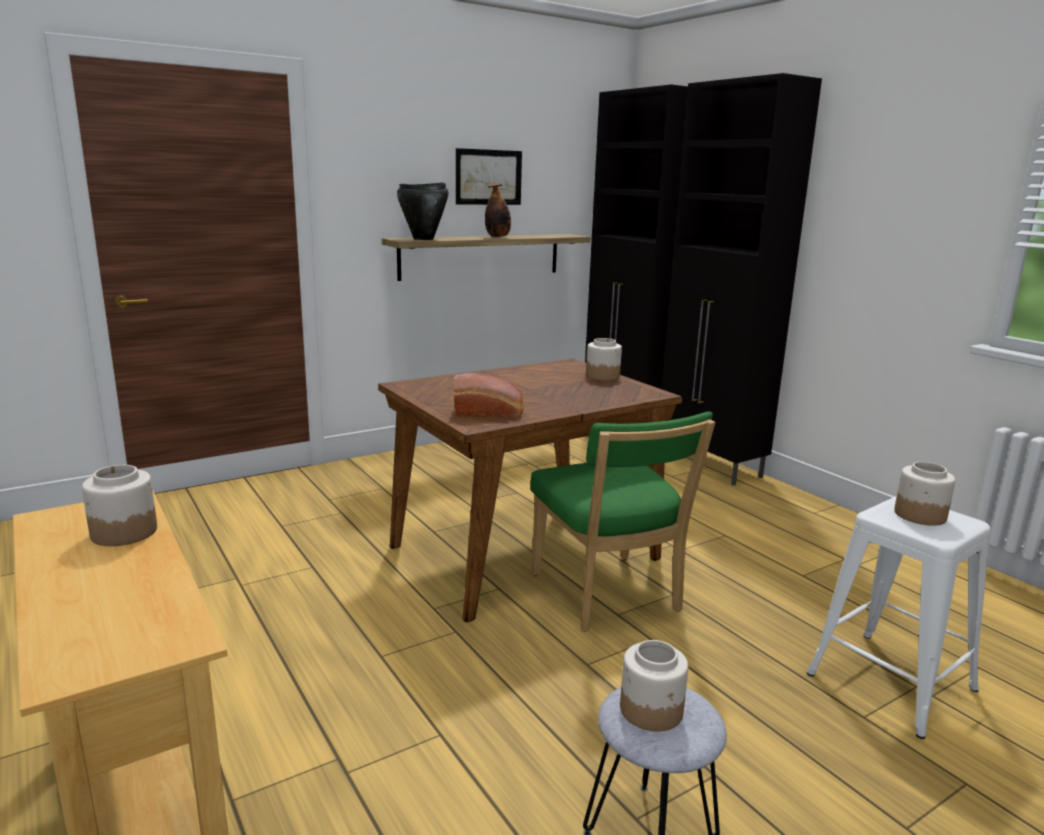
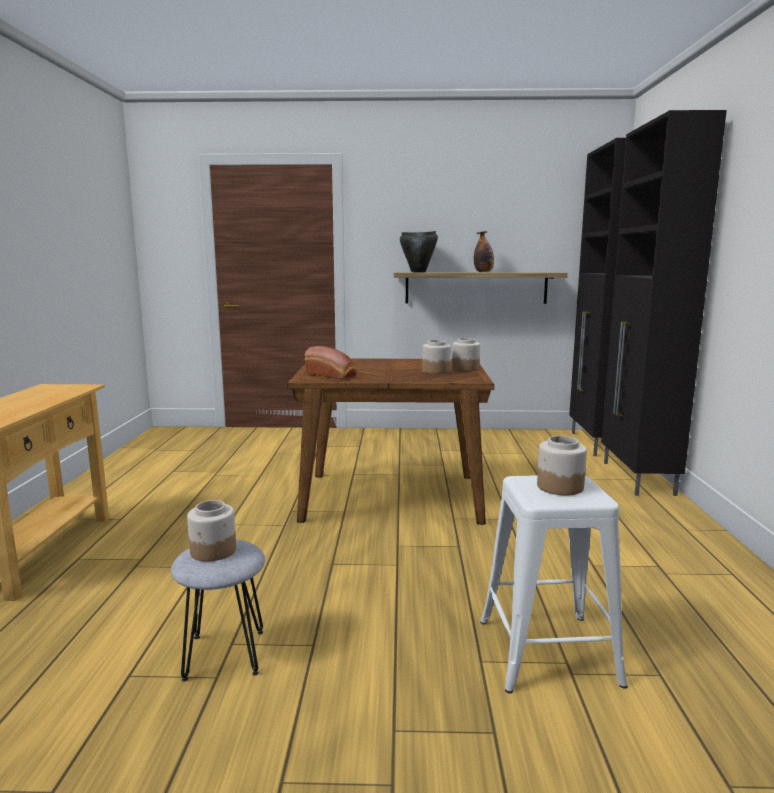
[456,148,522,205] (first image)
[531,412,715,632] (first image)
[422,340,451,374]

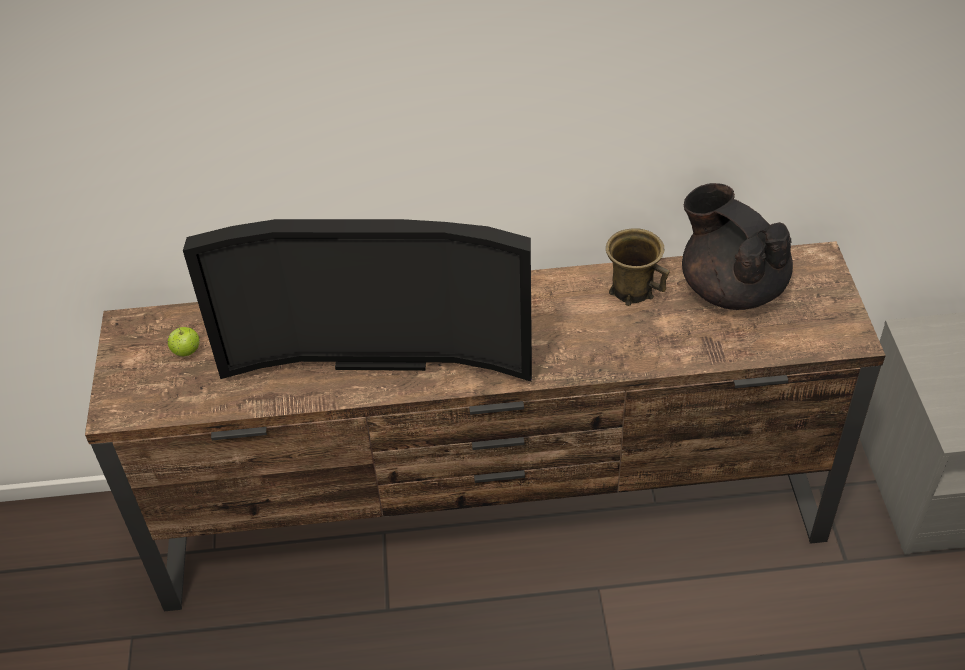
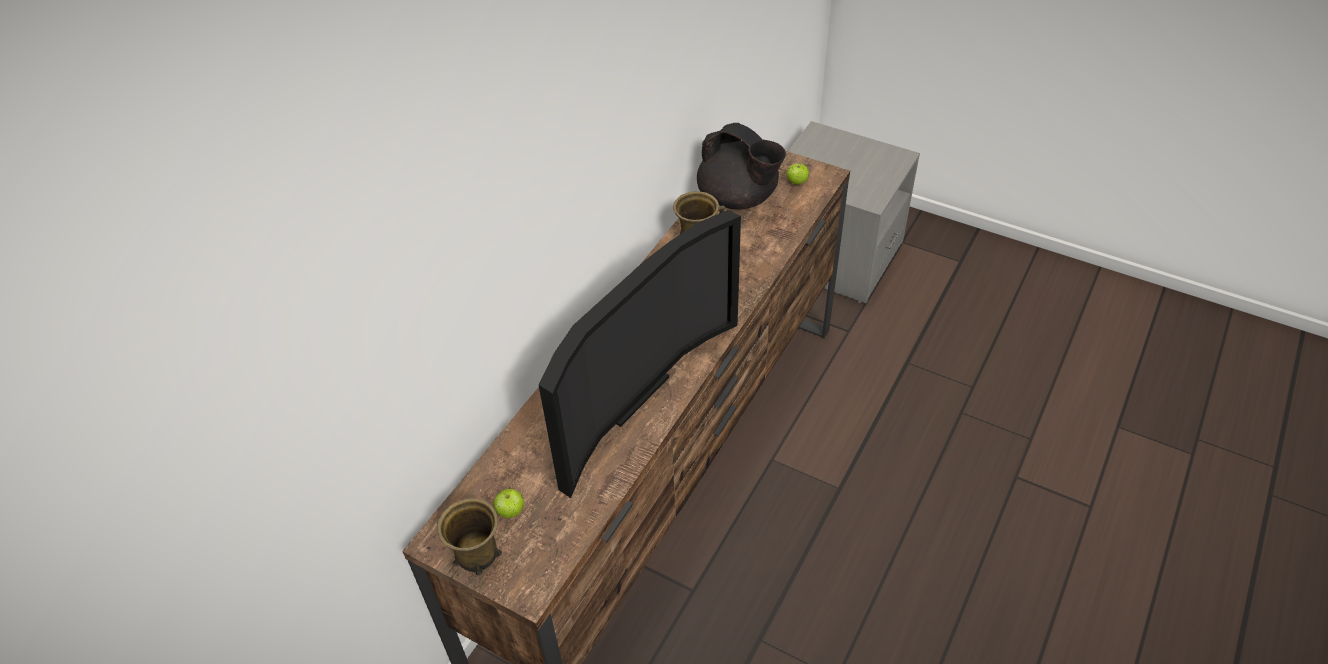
[697,123,786,210]
[786,163,809,185]
[437,498,502,575]

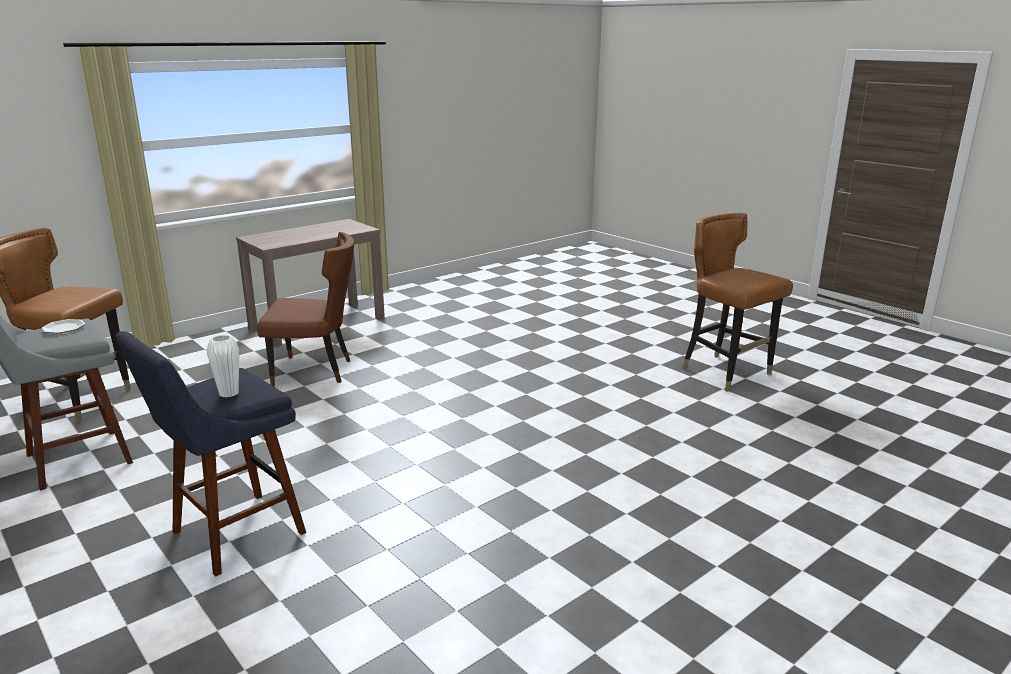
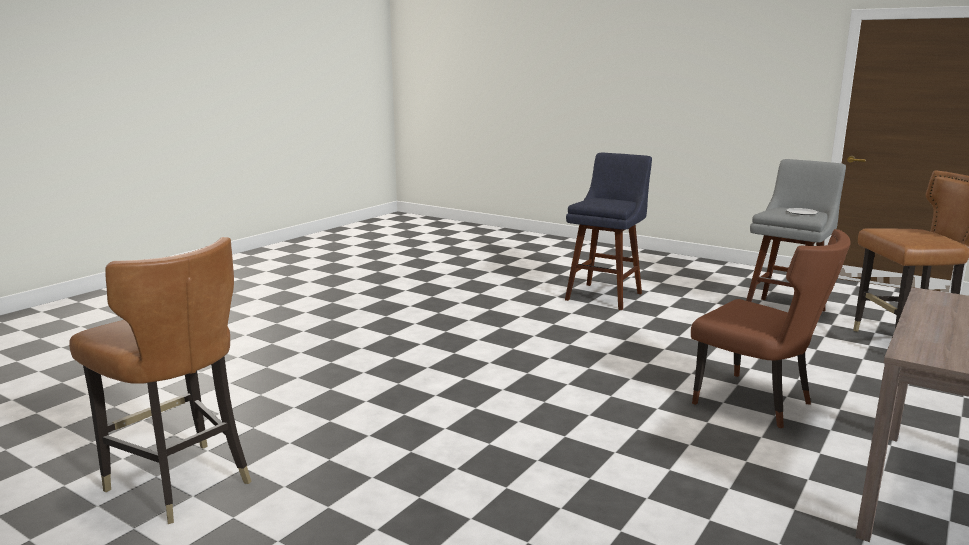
[691,229,850,428]
[207,335,239,398] (first image)

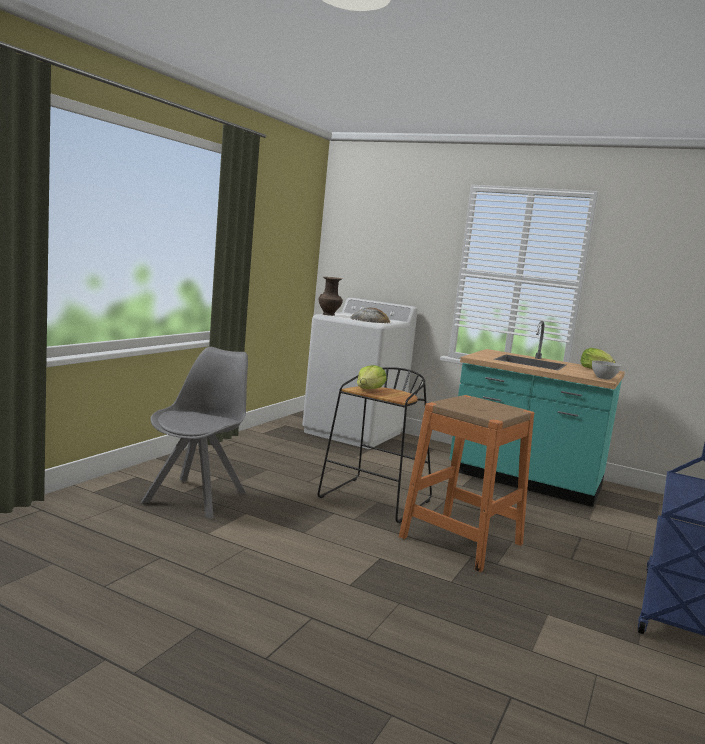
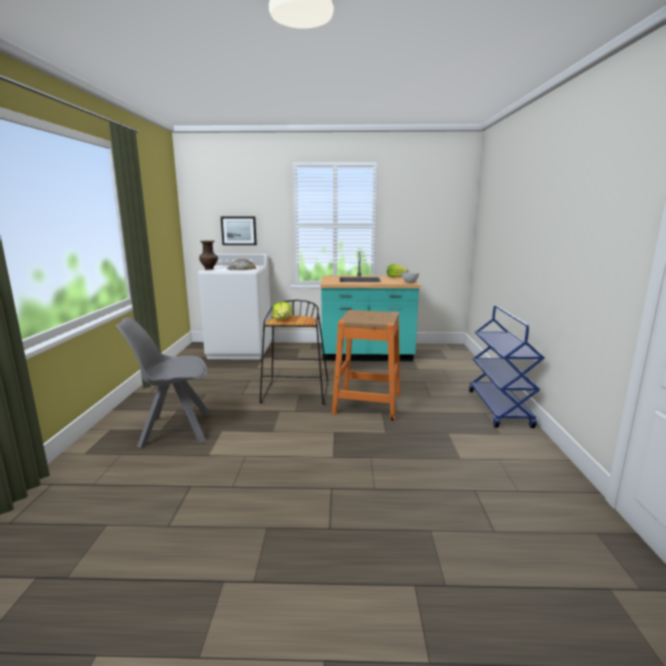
[115,317,212,448]
[221,216,257,245]

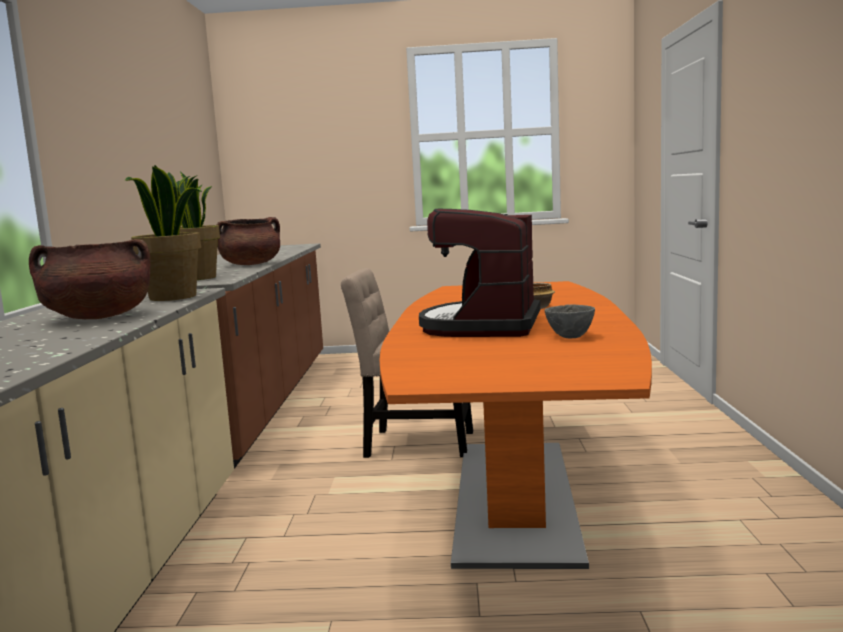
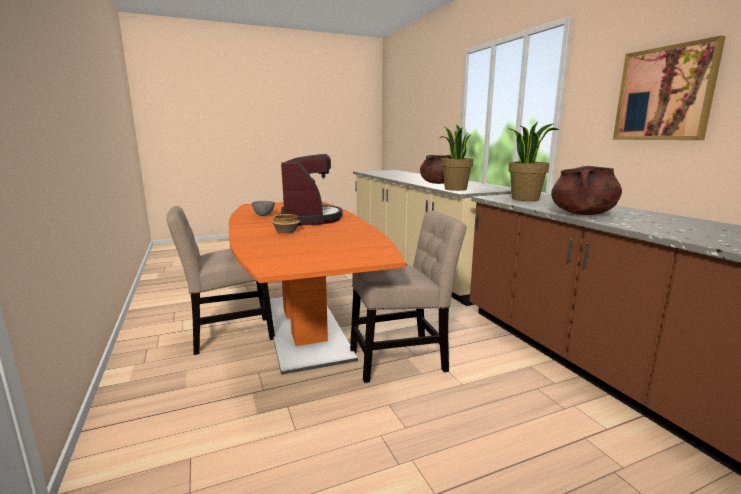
[613,36,726,140]
[167,206,275,355]

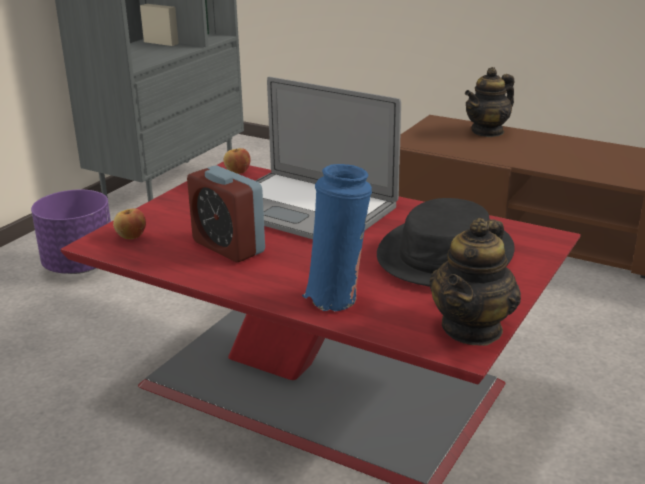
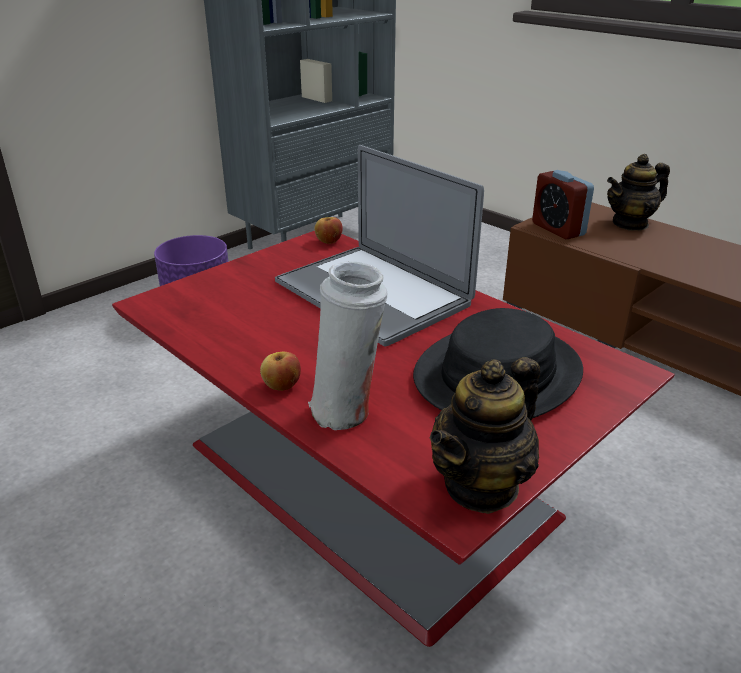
[308,261,387,430]
[532,170,594,239]
[260,352,301,391]

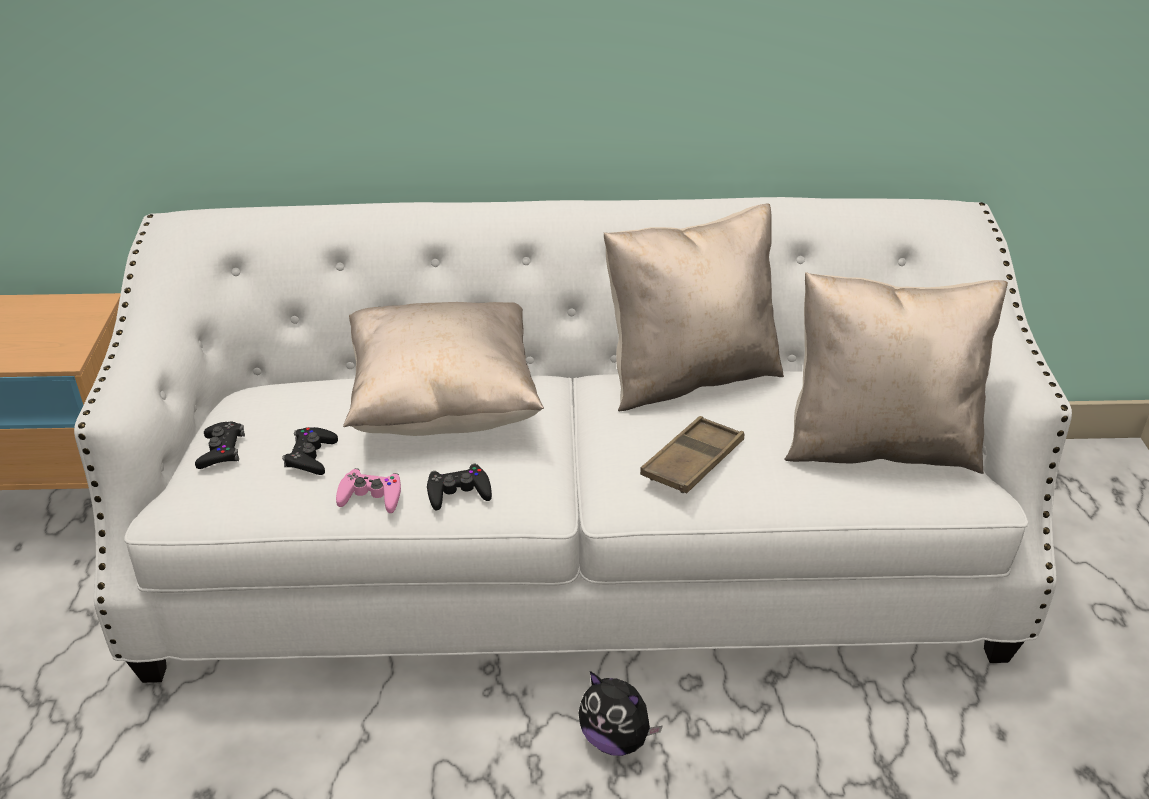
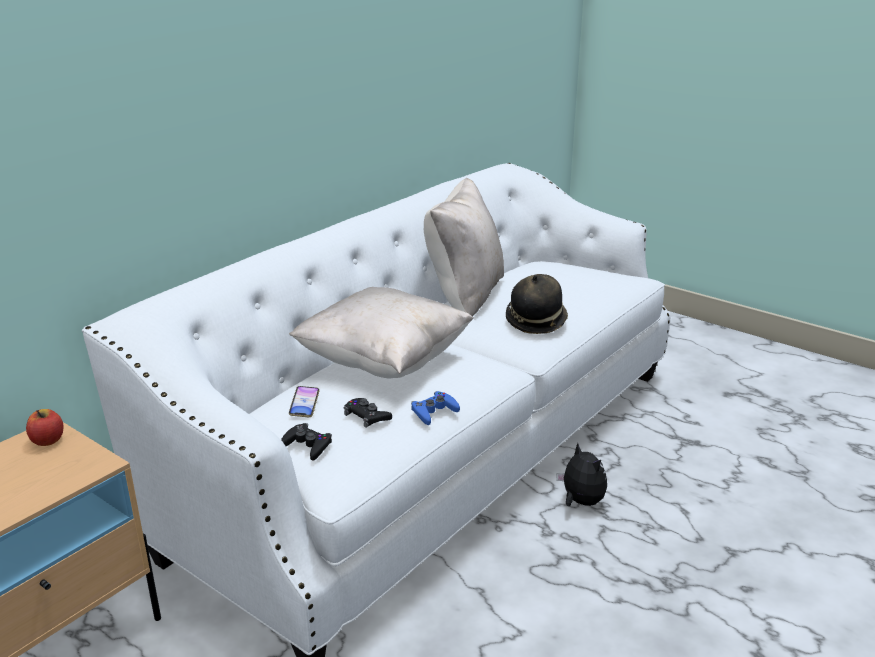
[784,272,1008,474] (first image)
[506,274,568,334]
[427,464,492,510] (first image)
[411,391,460,425]
[556,443,607,506]
[289,386,320,417]
[26,409,63,446]

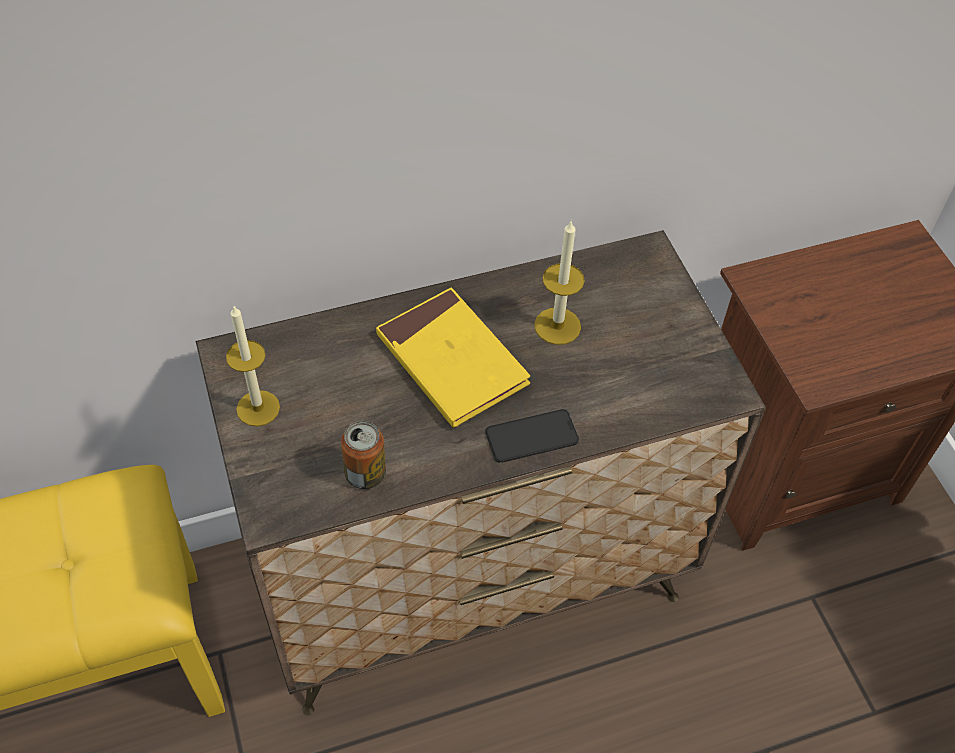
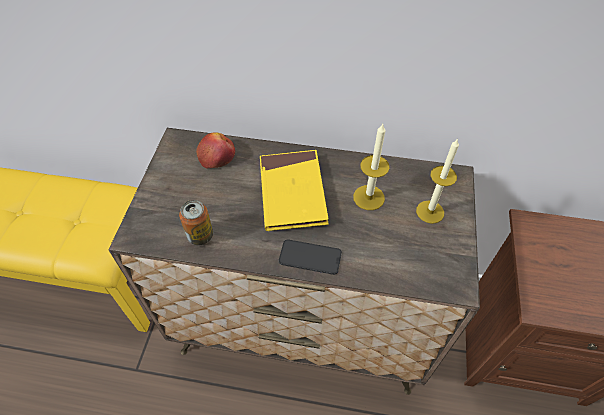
[416,138,459,224]
[196,132,235,168]

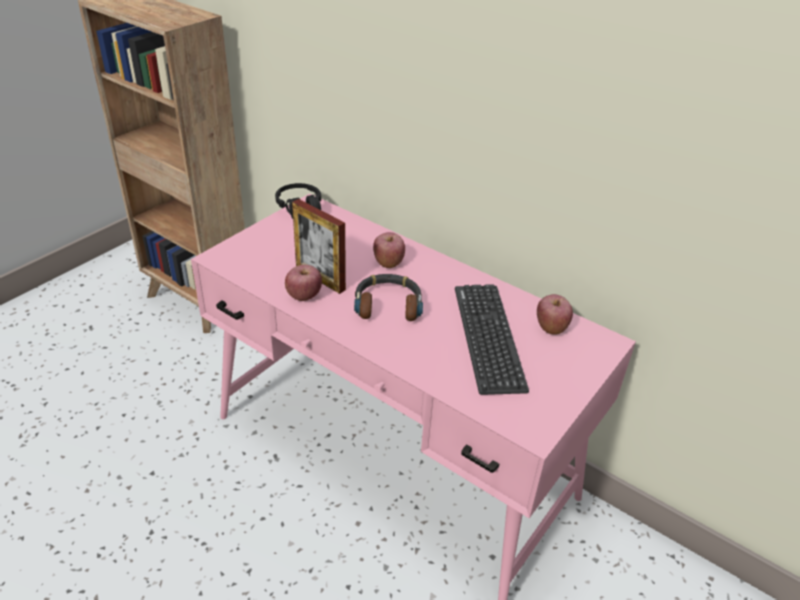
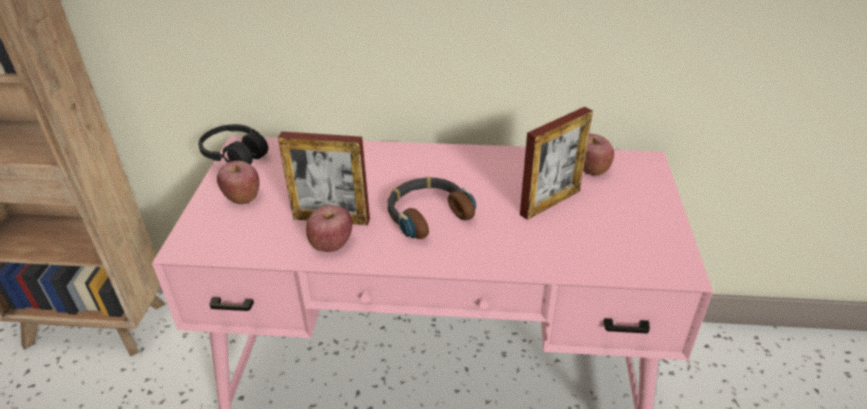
[217,161,260,204]
[520,107,593,220]

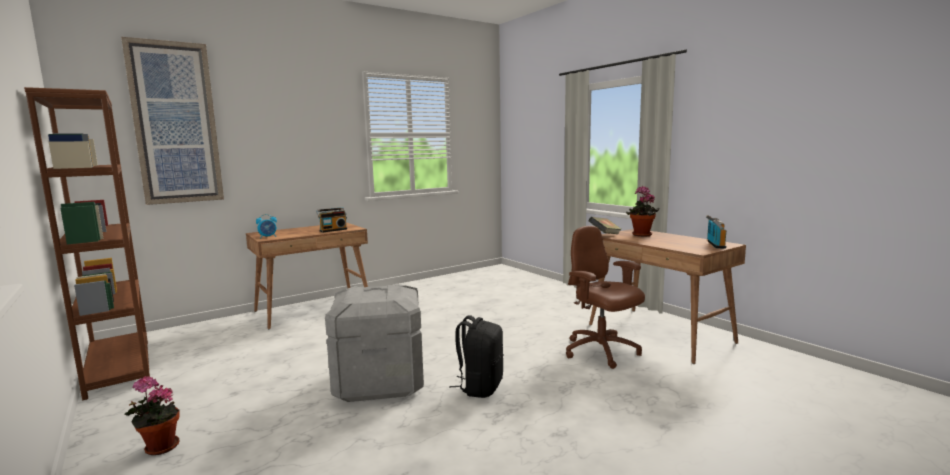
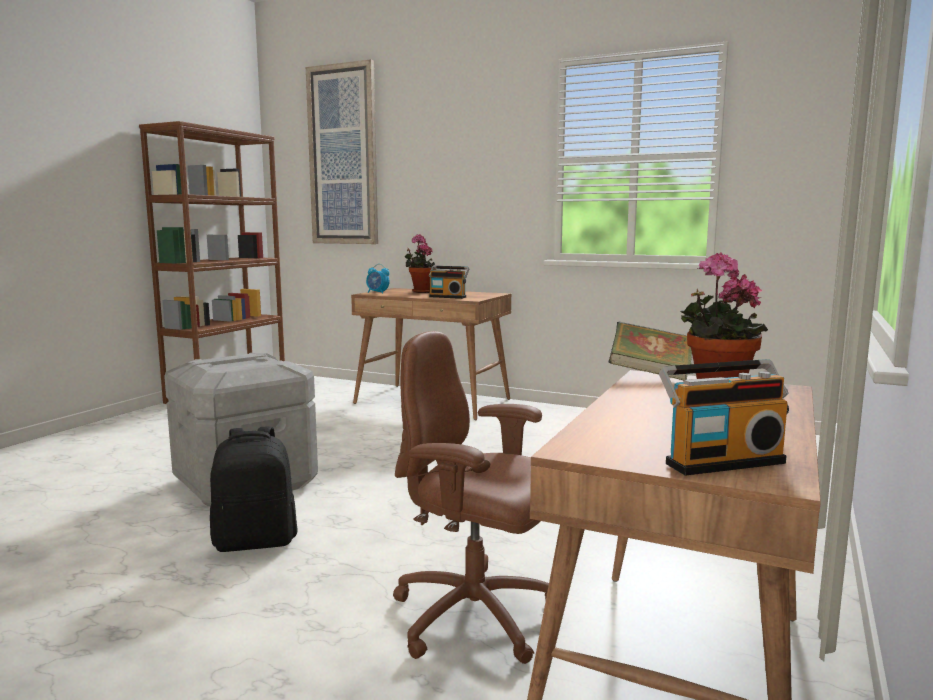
[393,331,549,664]
[405,234,435,293]

